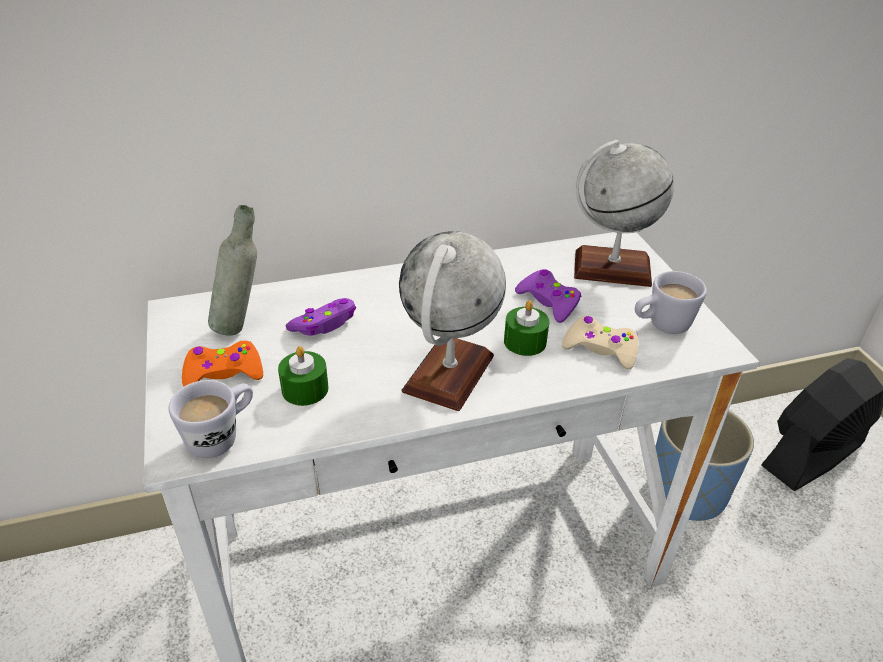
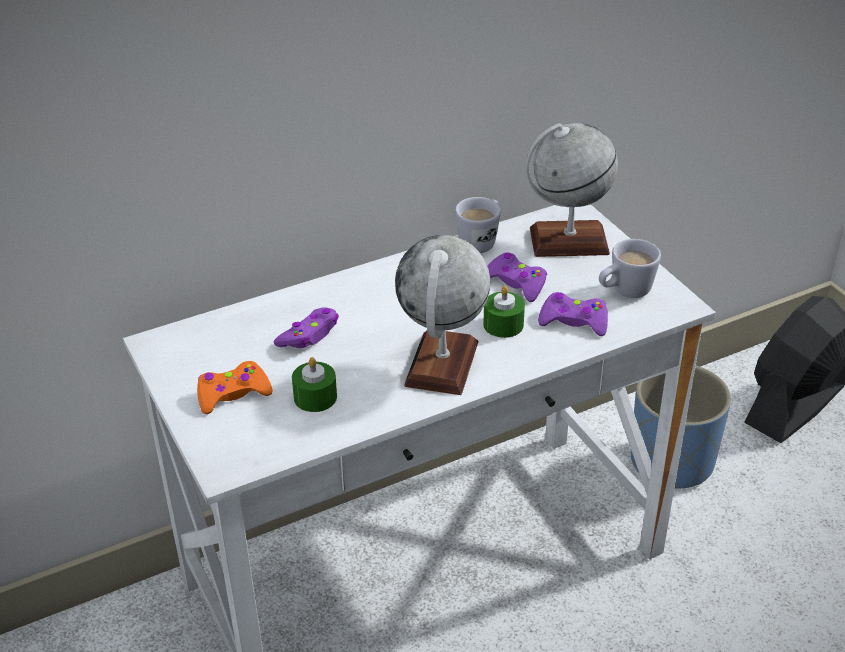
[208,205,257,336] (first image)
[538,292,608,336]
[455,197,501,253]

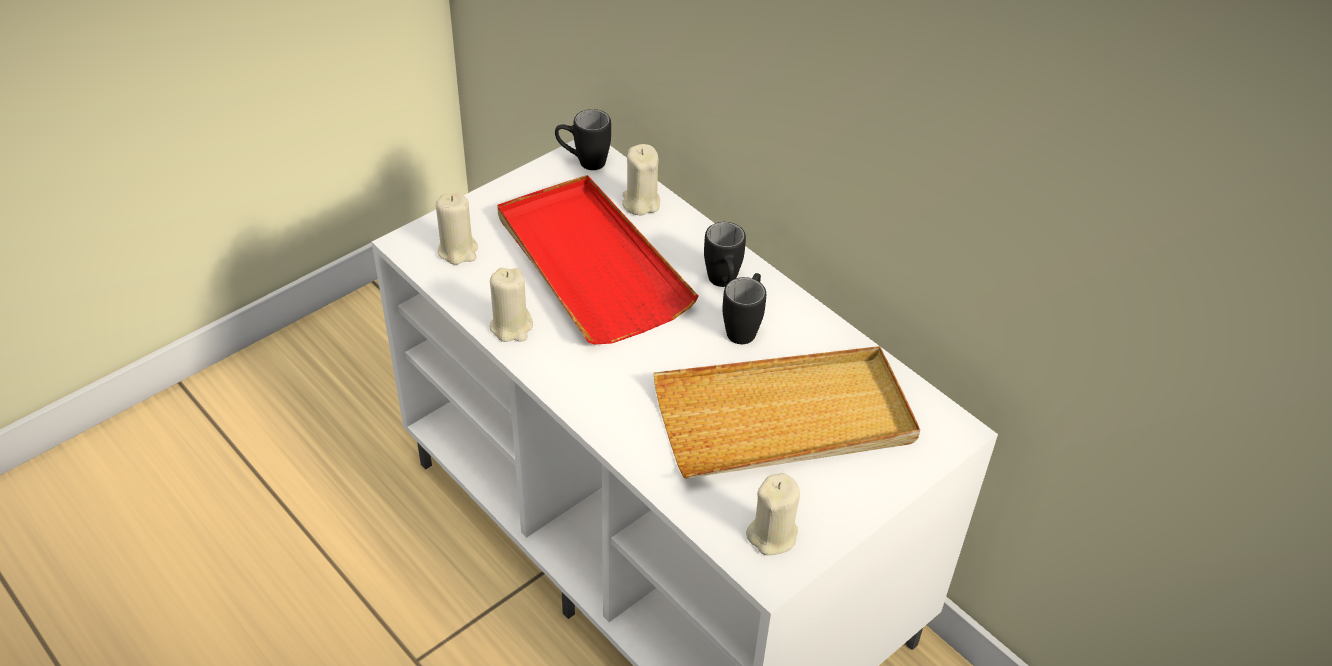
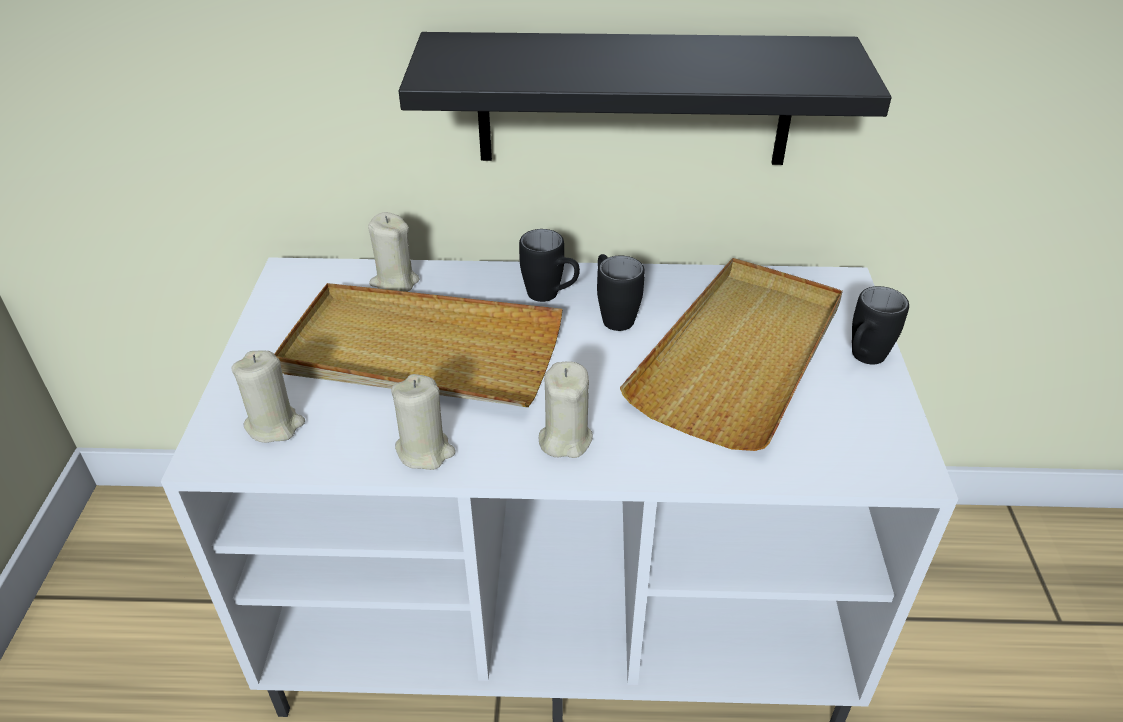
[852,286,909,365]
[275,283,562,407]
[539,361,593,458]
[399,32,892,165]

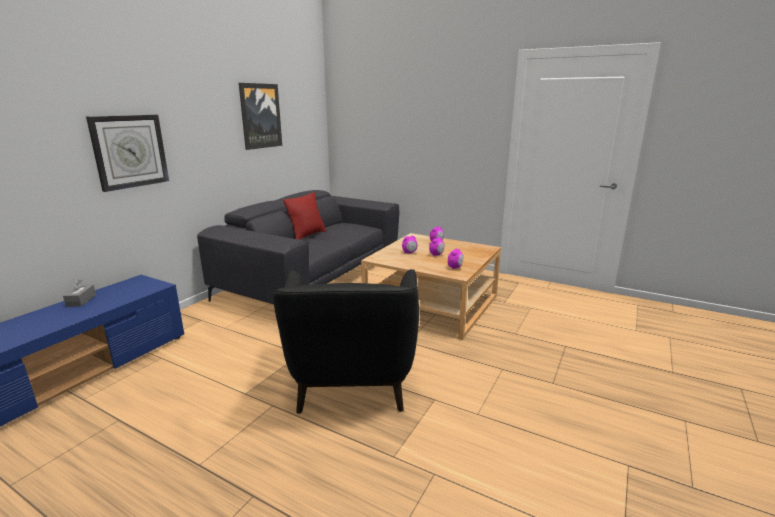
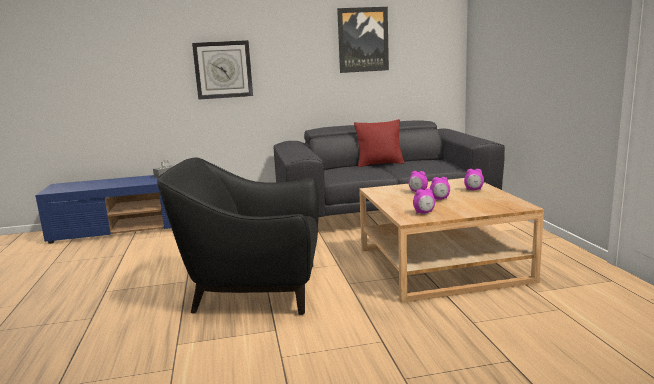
[157,157,319,315]

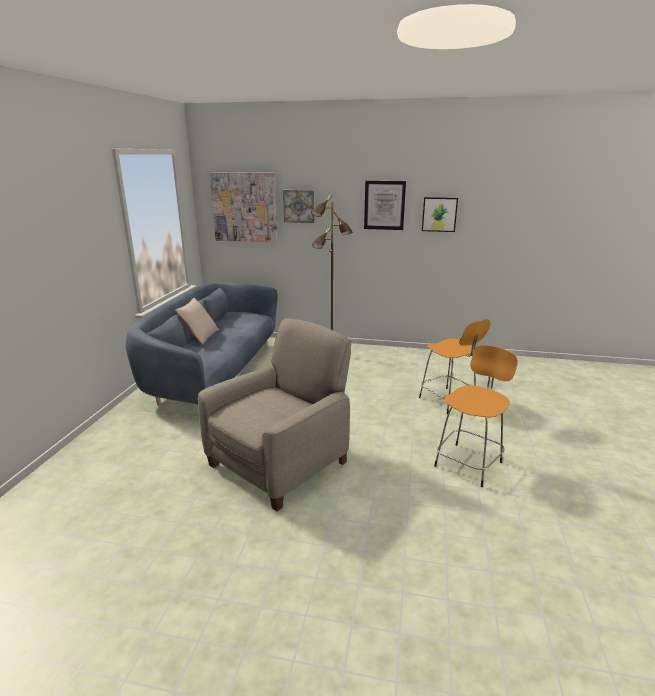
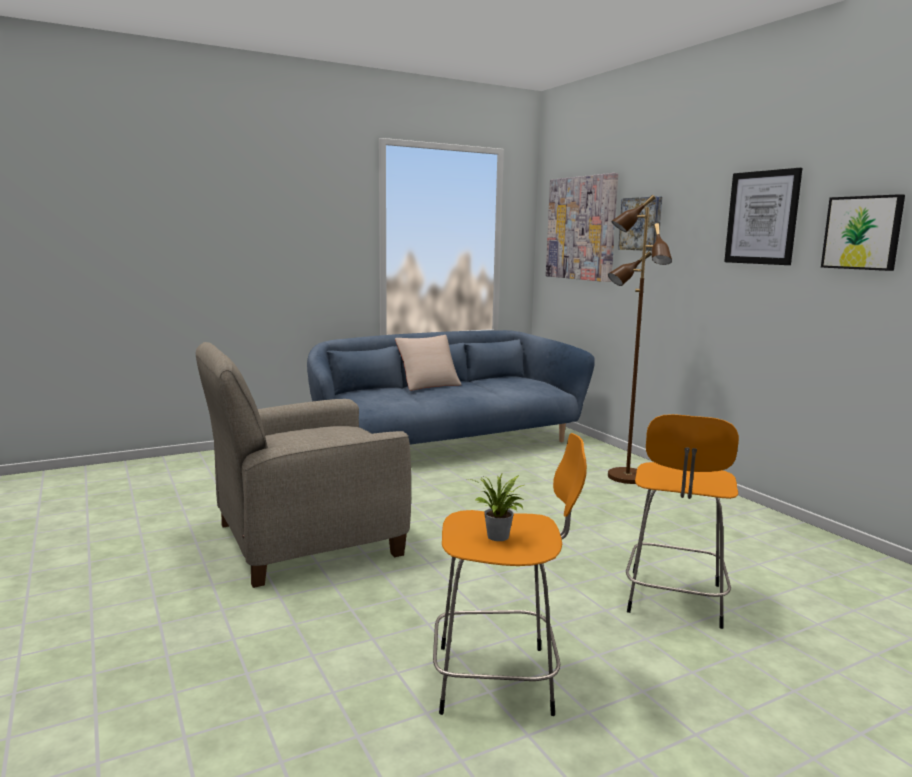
[195,342,411,588]
[469,472,524,541]

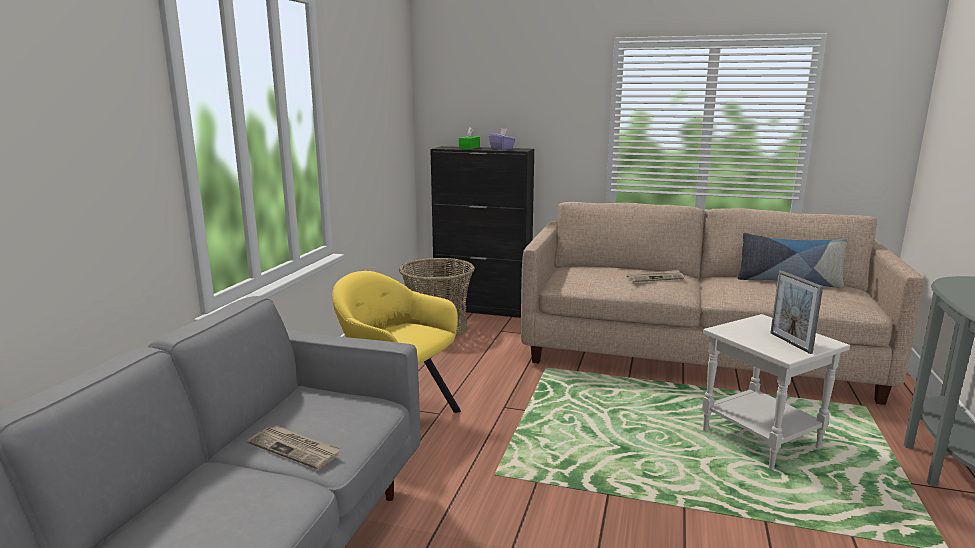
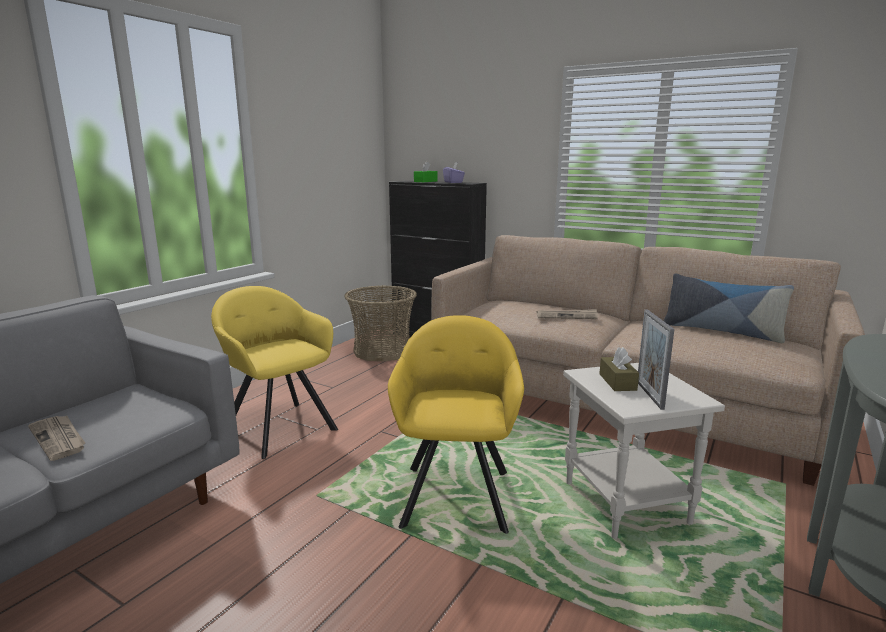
[388,315,524,534]
[599,347,639,391]

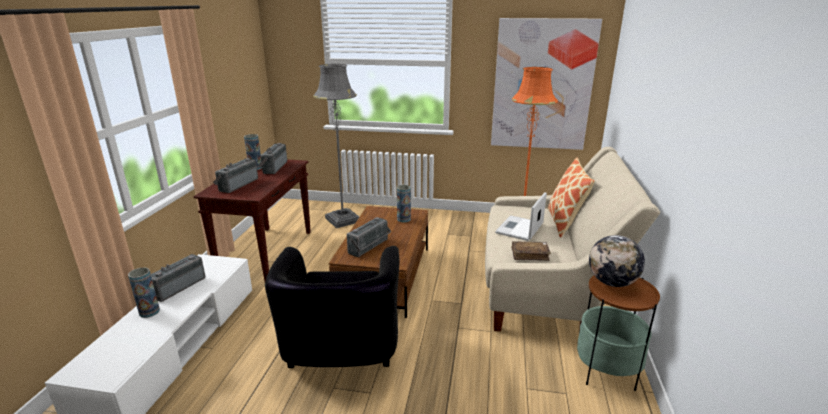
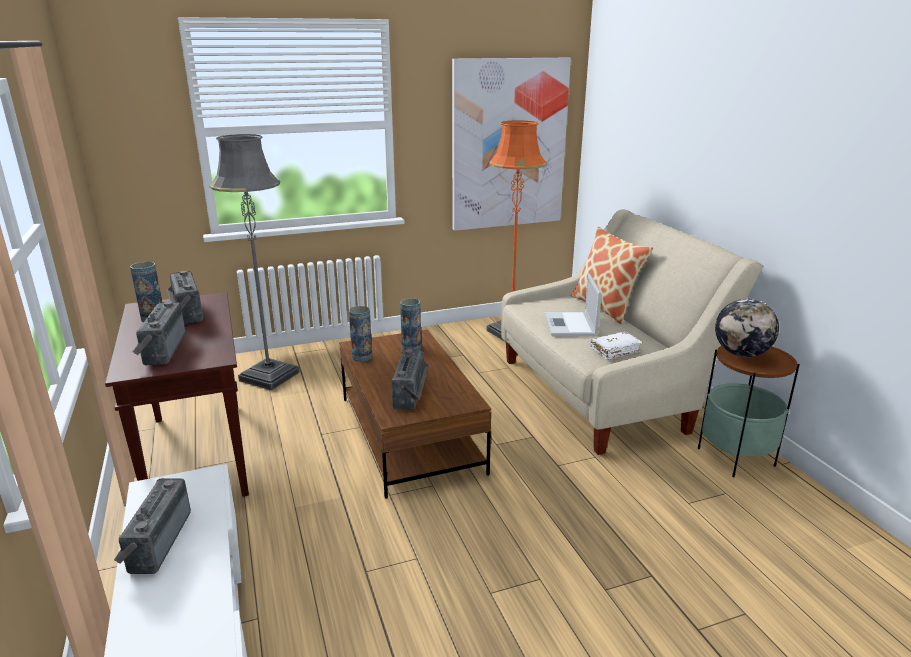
[590,331,643,360]
[265,246,399,368] (first image)
[349,306,372,362]

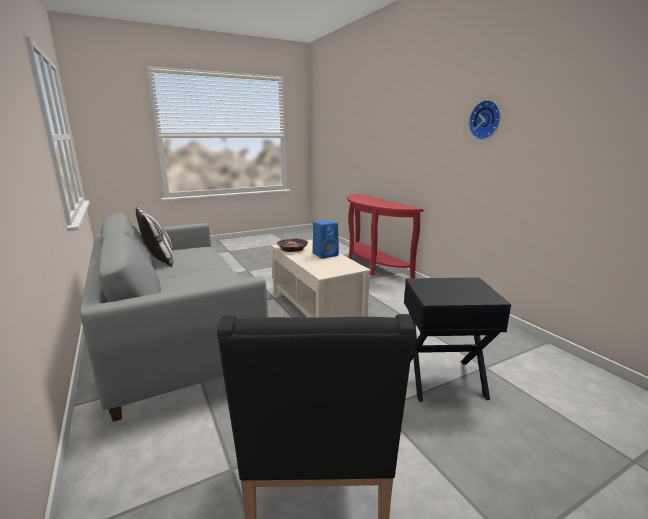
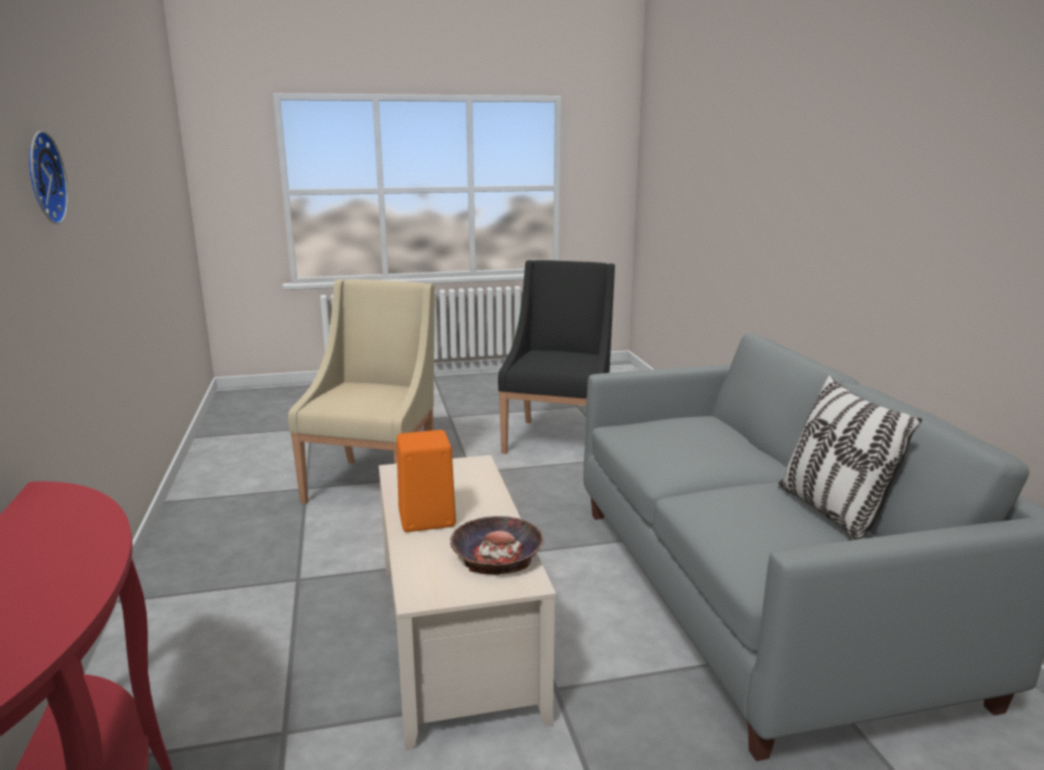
[397,430,456,532]
[288,279,435,504]

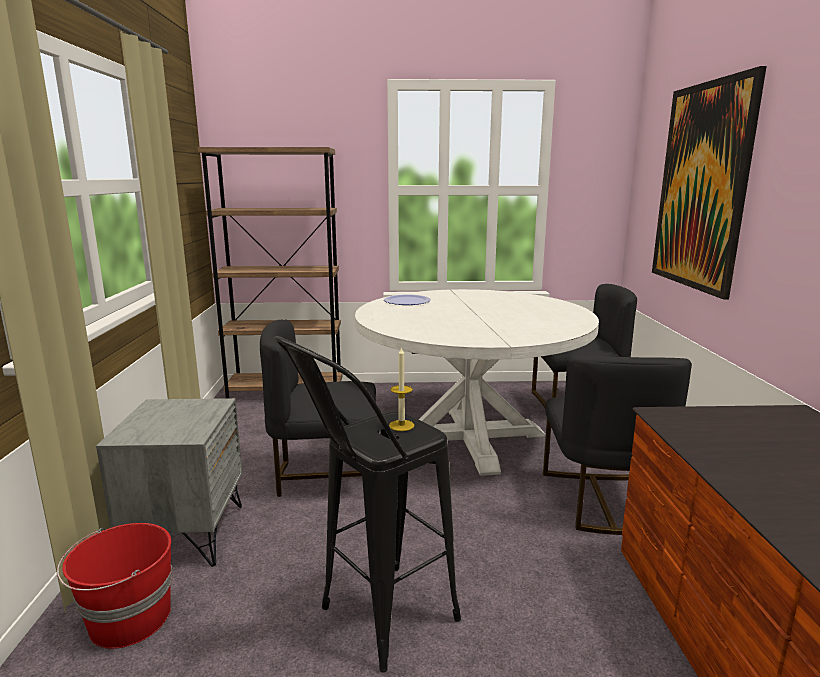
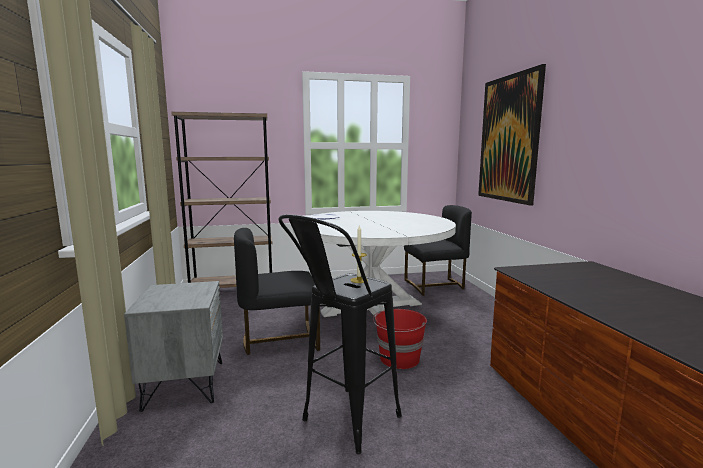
[543,356,692,535] (first image)
[373,309,427,369]

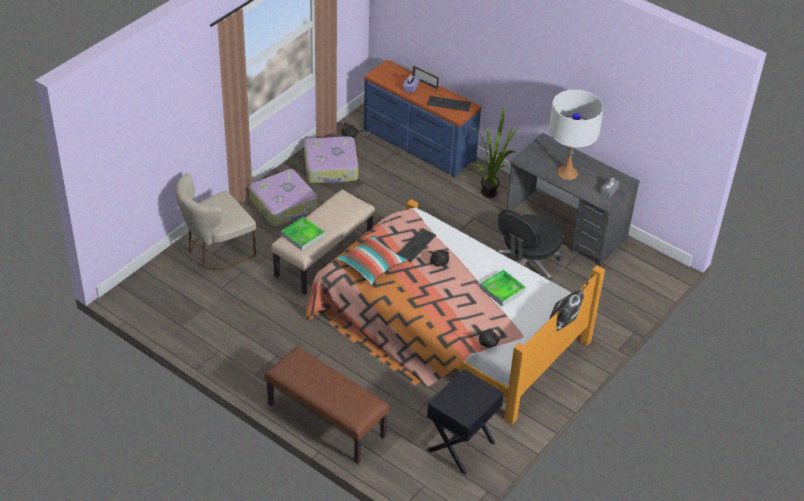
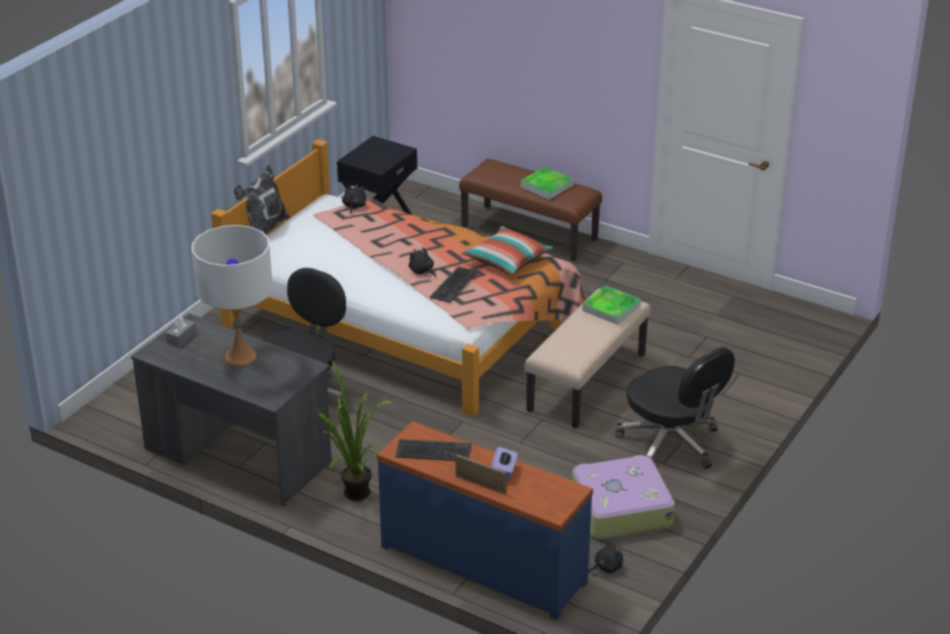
[615,347,735,469]
[176,173,256,270] (first image)
[520,167,574,199]

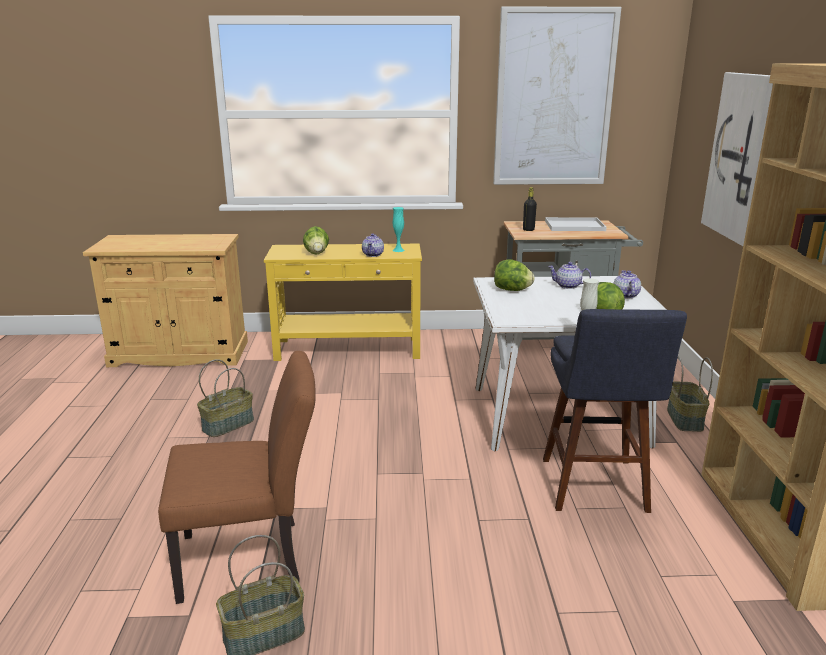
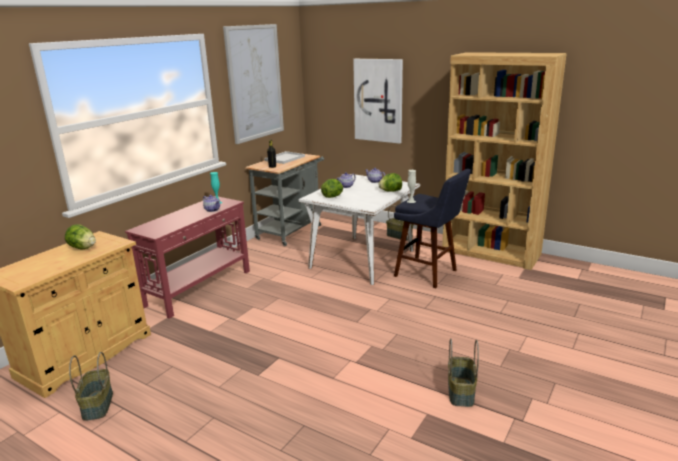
[65,224,96,249]
[125,196,250,319]
[158,351,316,604] (first image)
[69,352,113,421]

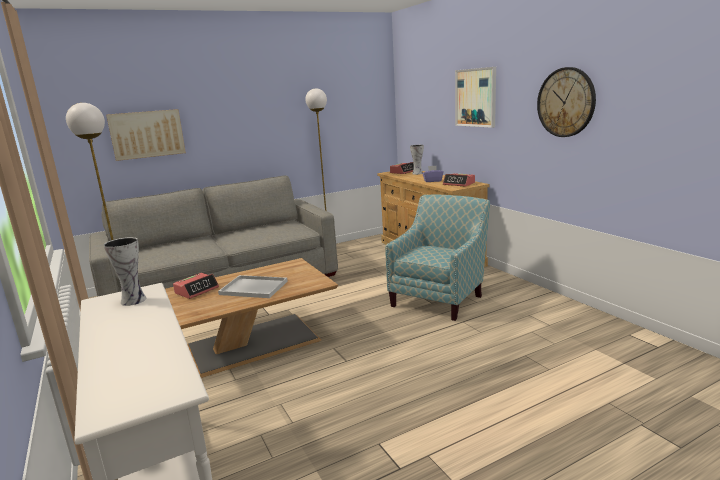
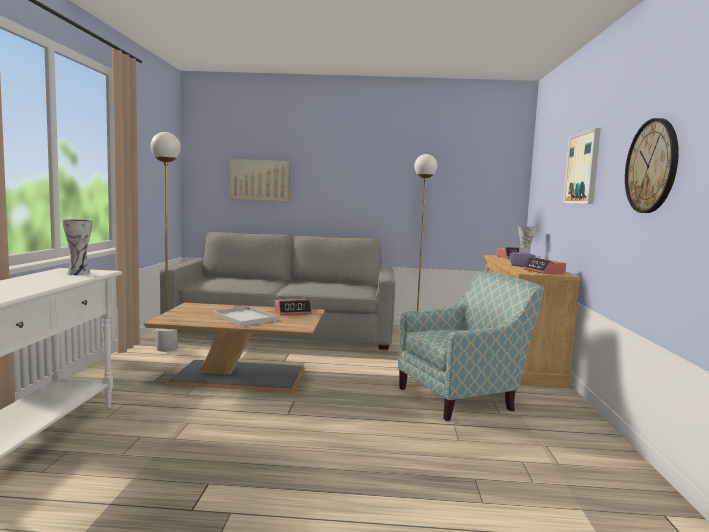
[275,299,312,315]

